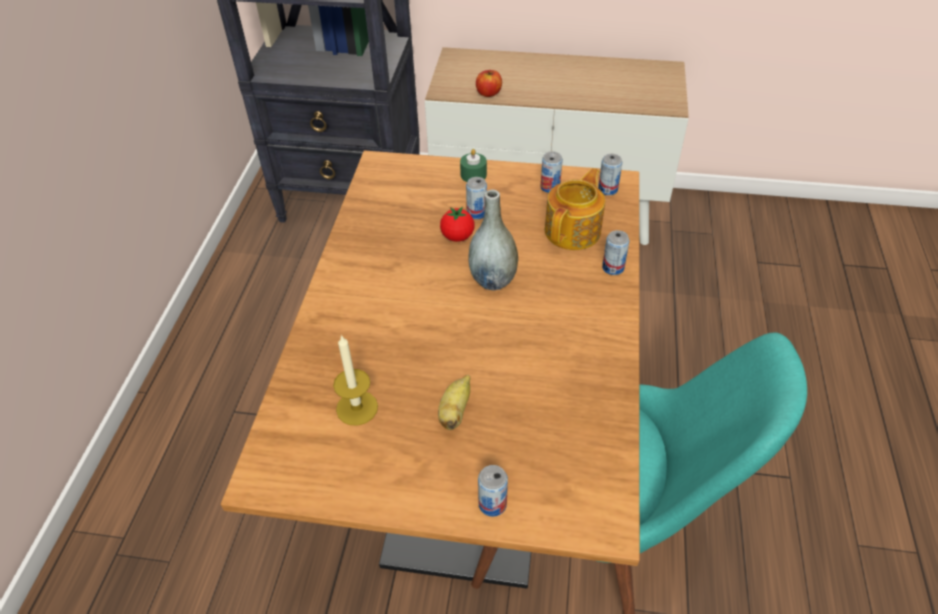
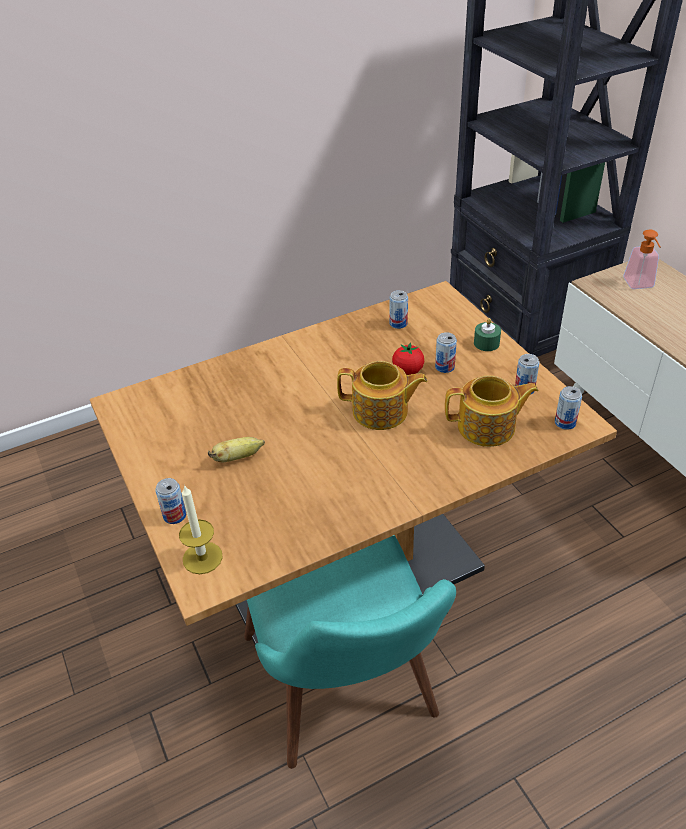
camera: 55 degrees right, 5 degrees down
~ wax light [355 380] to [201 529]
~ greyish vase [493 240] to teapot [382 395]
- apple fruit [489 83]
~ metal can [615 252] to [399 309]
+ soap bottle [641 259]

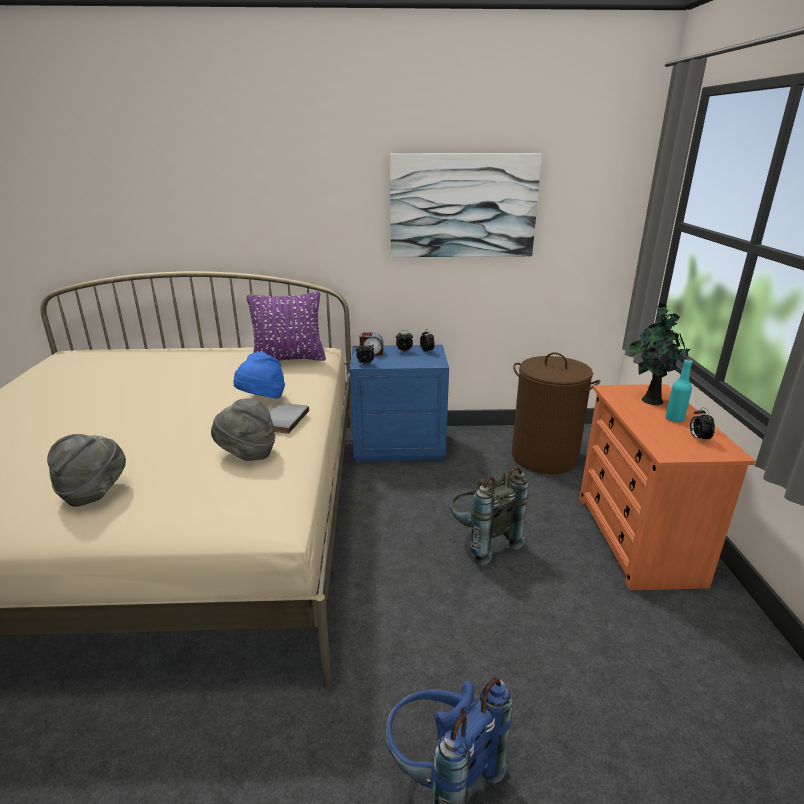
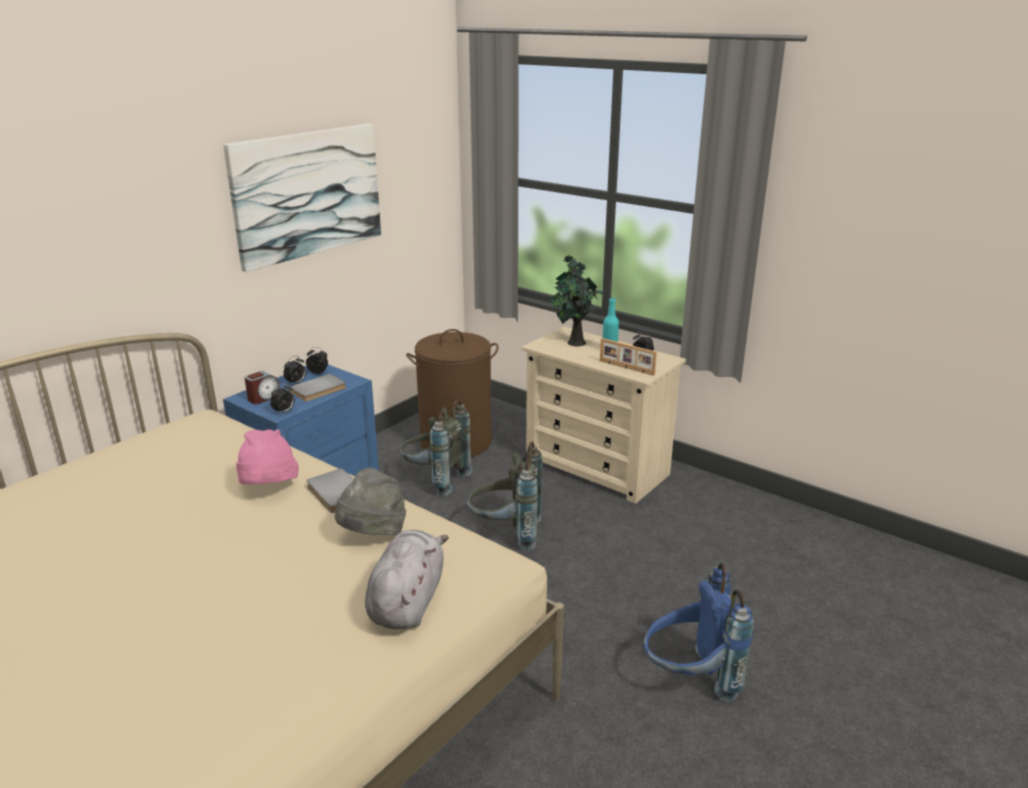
camera: 50 degrees left, 0 degrees up
- greyish clothing hat [86 470]
~ blue clothing hat [259 375] to pinkish clothing hat [267 456]
- purplish pillow [286 326]
~ orange drawer chest [667 487] to sand-coloured drawer chest [603 415]
+ greyish book [317 388]
+ greyish cuddly toy [407 579]
+ greyish rucksack [436 448]
+ photo frame [628 357]

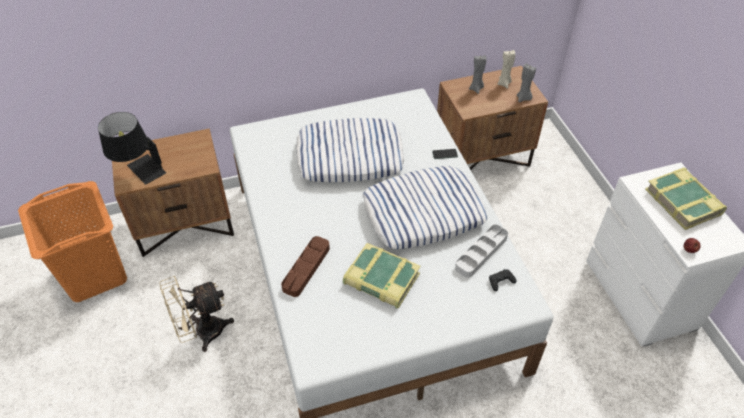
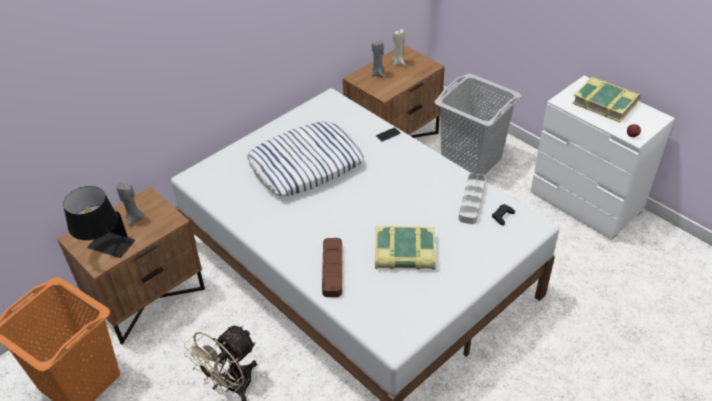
camera: 25 degrees left, 5 degrees down
- pillow [425 207]
~ greyish wax light [526 82] to [130 204]
+ greyish washing basket [477 125]

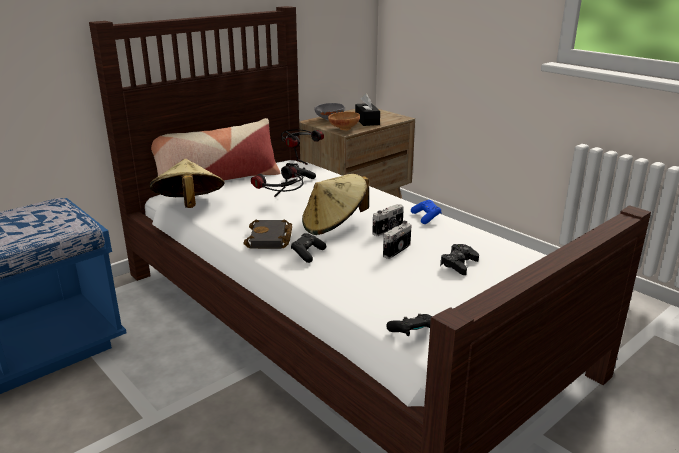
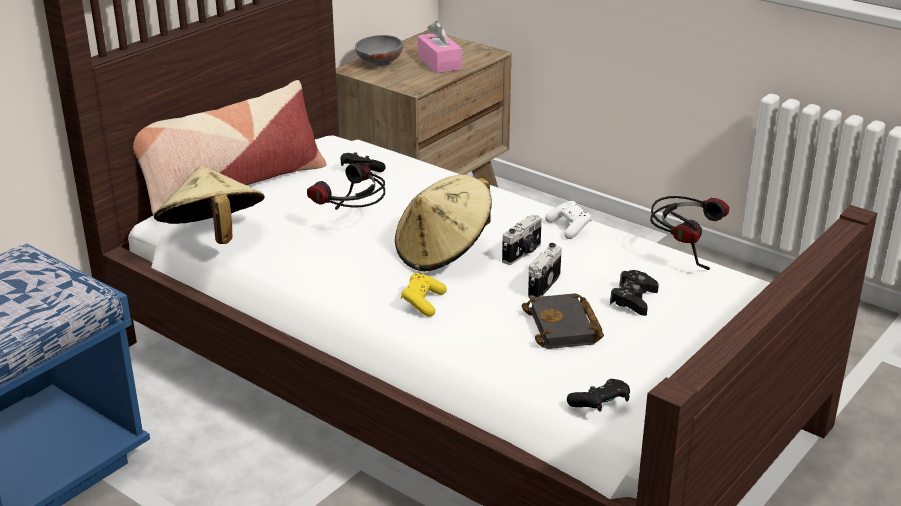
camera: 10 degrees left, 5 degrees up
~ blackish book [267 234] to [563 321]
~ headphones [302 147] to [689 233]
~ blackish gamepad [308 248] to yellow-coloured gamepad [424 295]
- brown deep dish [344 121]
~ blackish tissue holder [367 110] to pinkish tissue holder [440 47]
~ blue gamepad [426 212] to white gamepad [568 220]

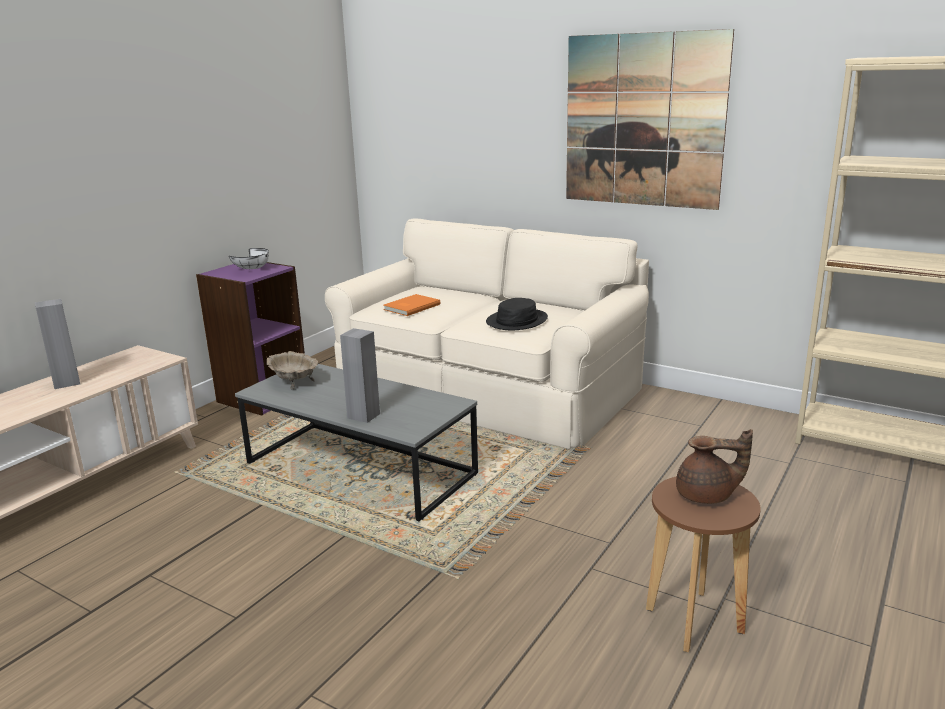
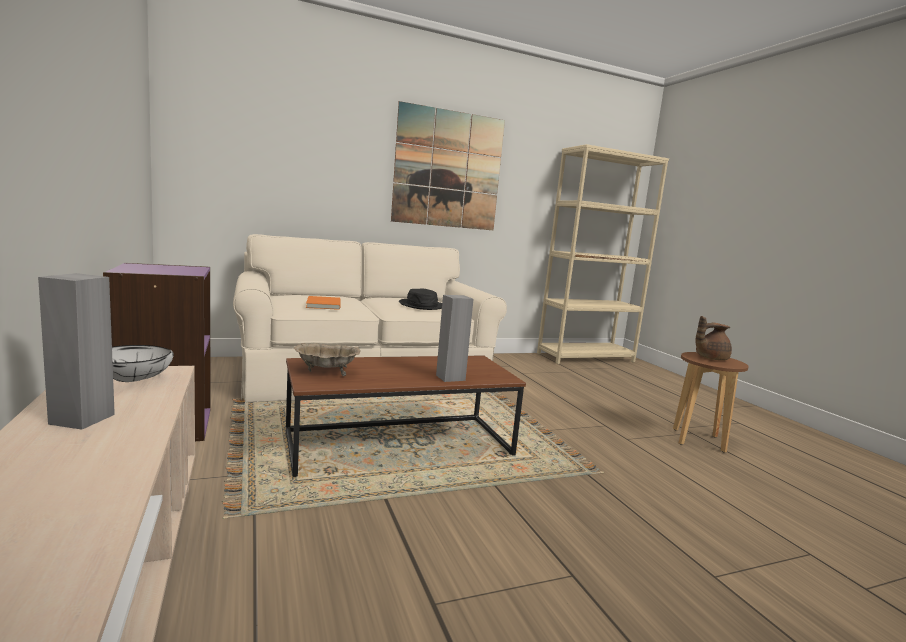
camera: 55 degrees left, 10 degrees down
~ white deep dish [249 258] to [143 363]
~ greyish low table [356 442] to brown low table [406 416]
~ brown teapot [714 466] = [714 338] 150 degrees counterclockwise

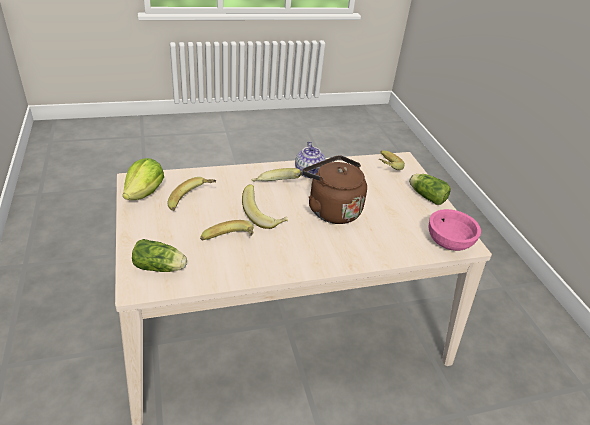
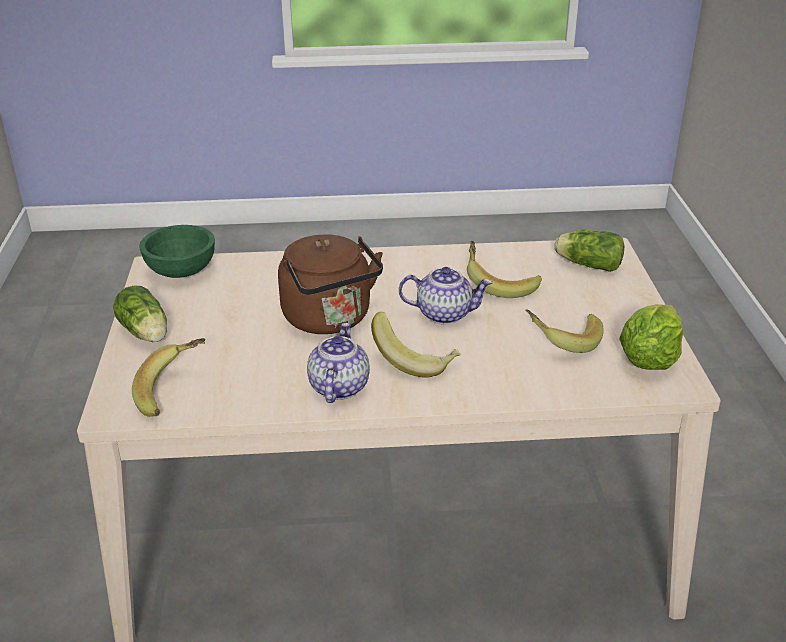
camera: 165 degrees left, 5 degrees down
~ banana [265 206] to teapot [446 295]
~ pinkish deep dish [454 230] to green-coloured deep dish [177 251]

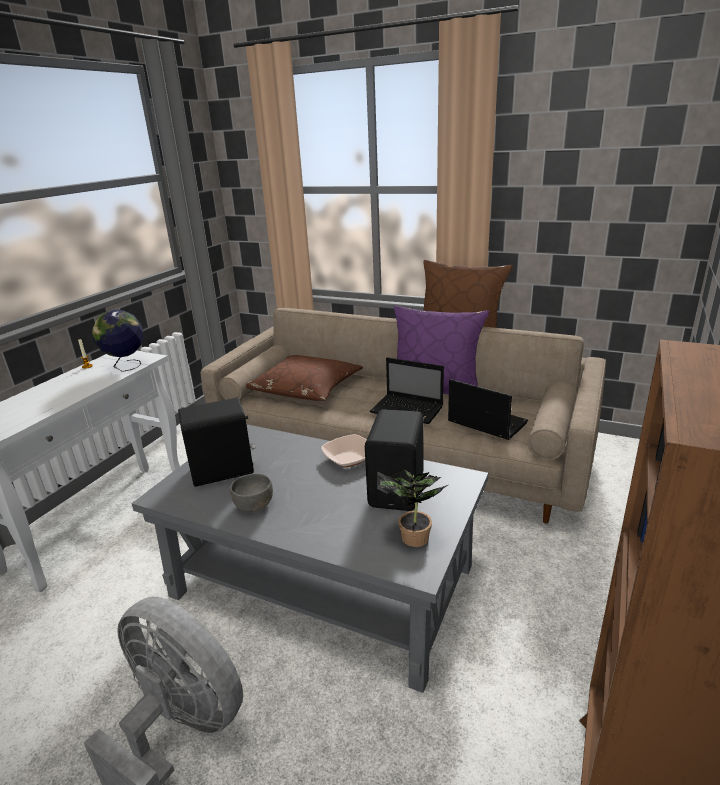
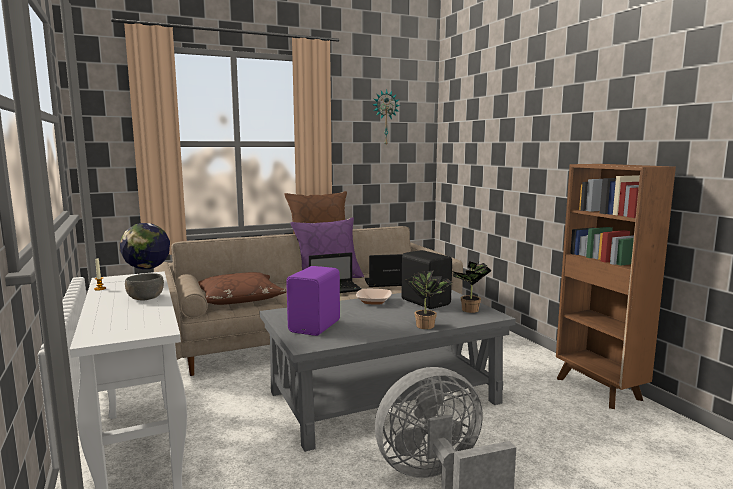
camera: 50 degrees left, 15 degrees down
~ blackish speaker [216 442] to purplish speaker [313 301]
~ greyish deep dish [251 493] to [144 287]
+ hanging clock [386 117]
+ houseplant [428 300]

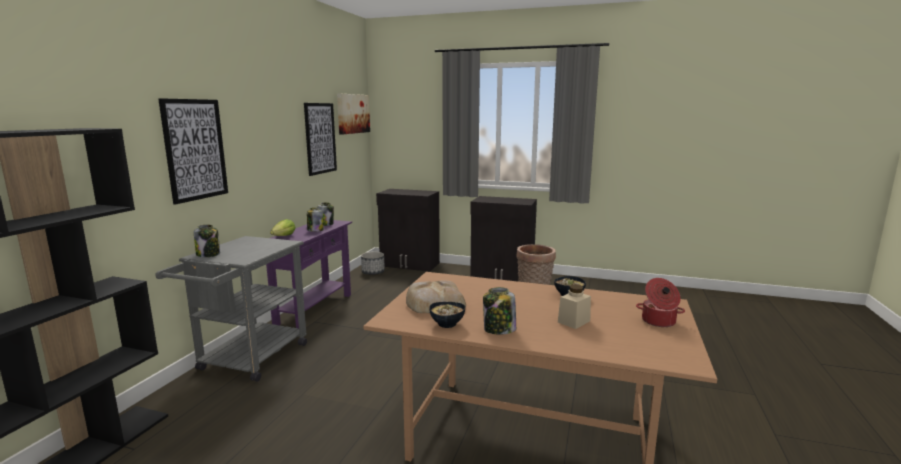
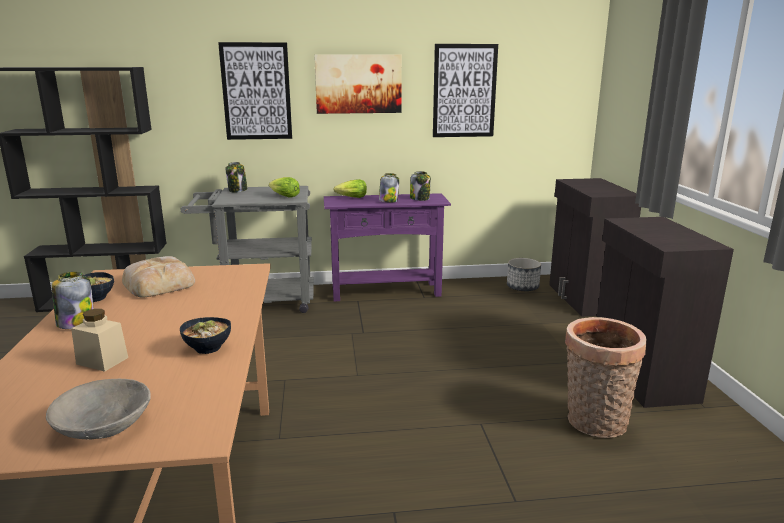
camera: 65 degrees right, 5 degrees up
~ wall picture [353 114] to [358 84]
~ cooking pot [660 302] to greyish deep dish [98 409]
+ lettuce head [284 187]

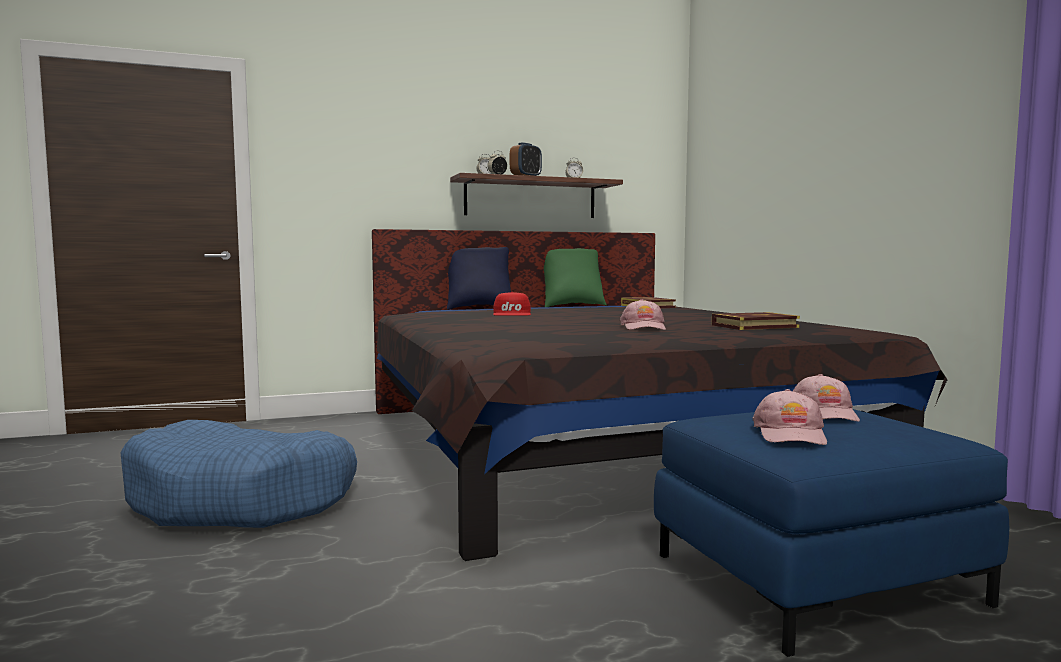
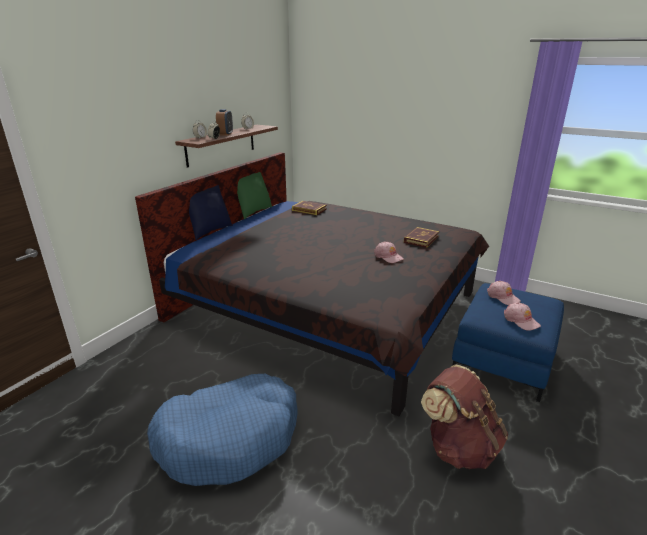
camera: 40 degrees left, 20 degrees up
- reddish peaked cap [512 304]
+ brown rucksack [464 416]

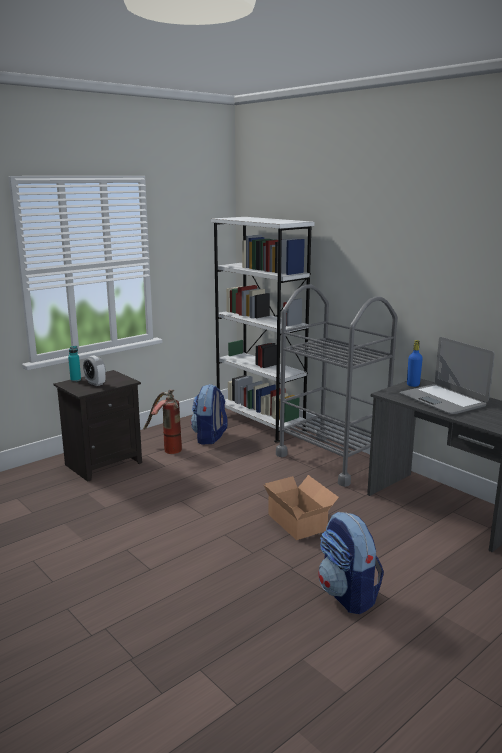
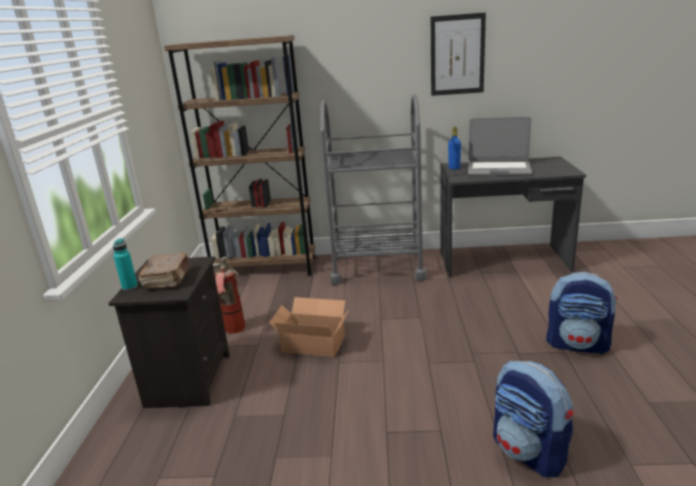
camera: 45 degrees left, 5 degrees up
~ alarm clock [94 370] to brown book [164 271]
~ rucksack [208 414] to [533 418]
~ white shelving unit [263 330] to brown shelving unit [240 155]
~ carton [301 507] to [308 327]
+ wall picture [458 54]

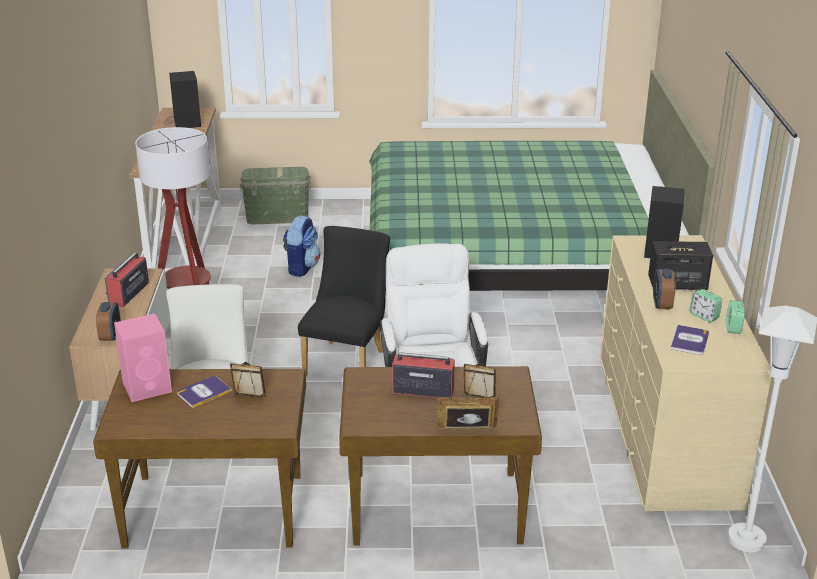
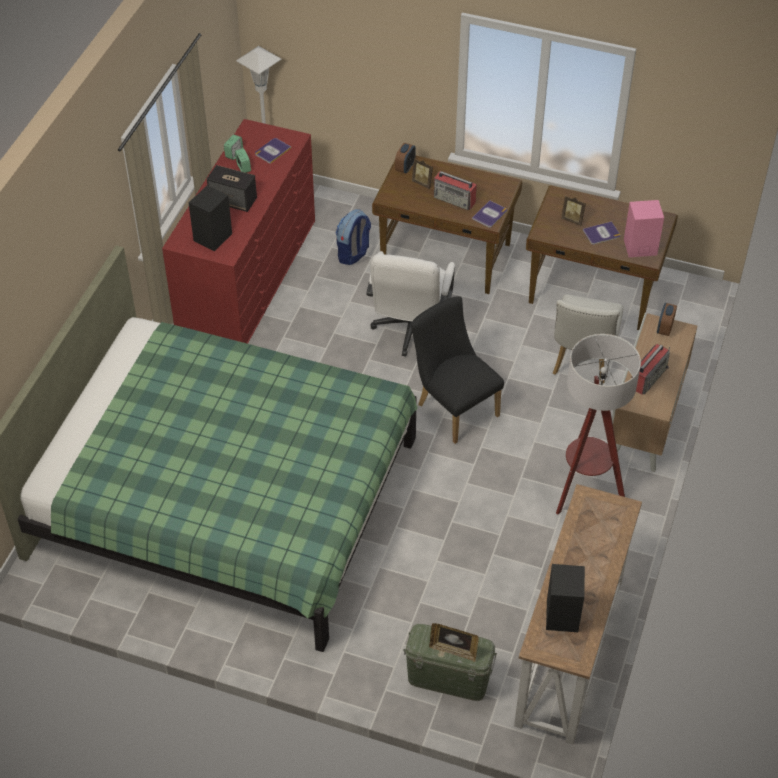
camera: 160 degrees left, 20 degrees up
~ rucksack [301 246] to [353 237]
~ blackish chair [344 301] = [457 370] 105 degrees clockwise
~ photo frame [468 413] to [454 642]
~ sand-coloured drawer chest [686 373] to reddish drawer chest [238 231]
~ alarm clock [664 289] to [405 158]
+ book [489 214]

